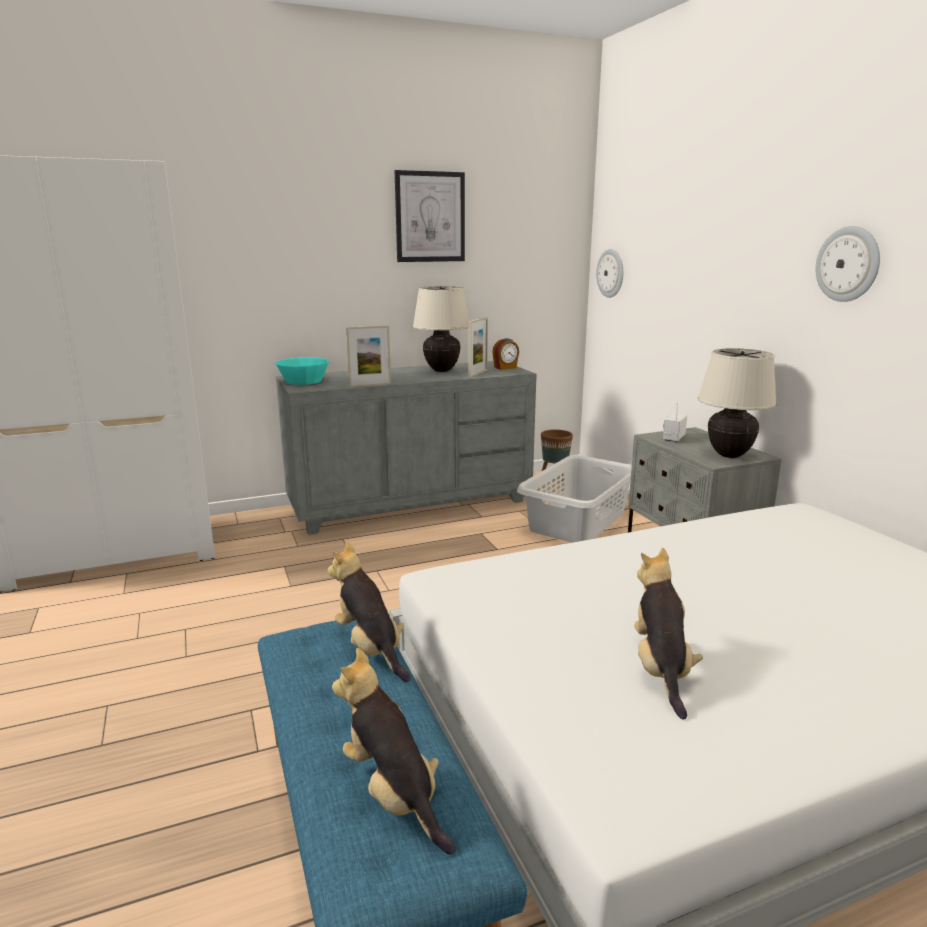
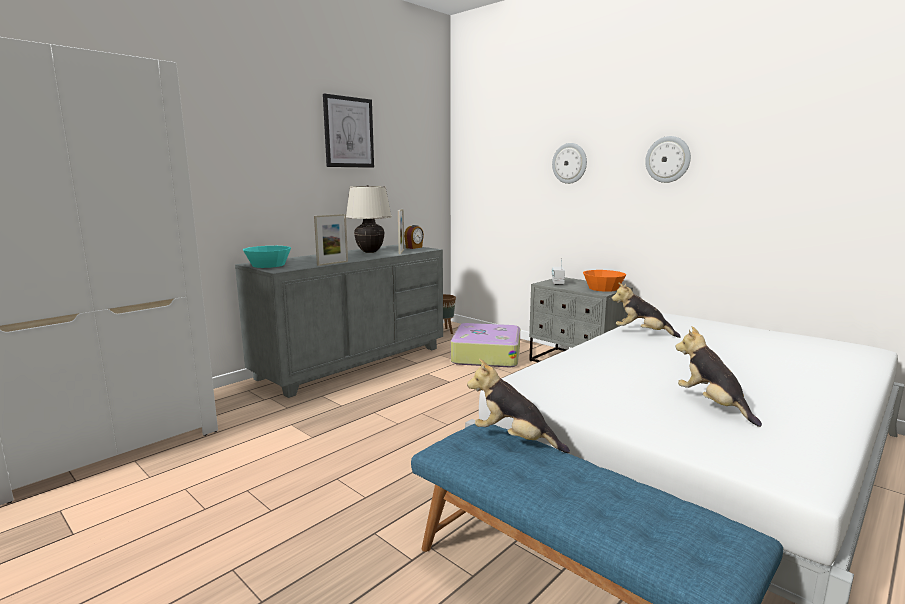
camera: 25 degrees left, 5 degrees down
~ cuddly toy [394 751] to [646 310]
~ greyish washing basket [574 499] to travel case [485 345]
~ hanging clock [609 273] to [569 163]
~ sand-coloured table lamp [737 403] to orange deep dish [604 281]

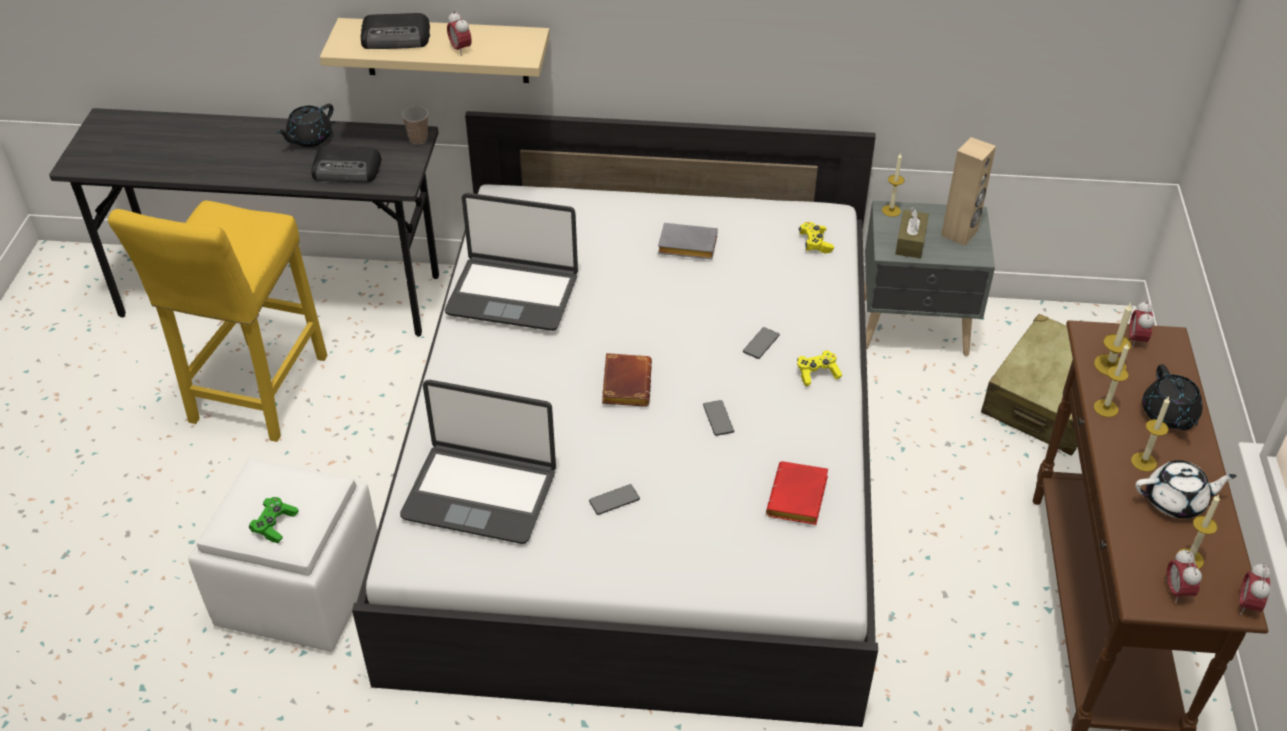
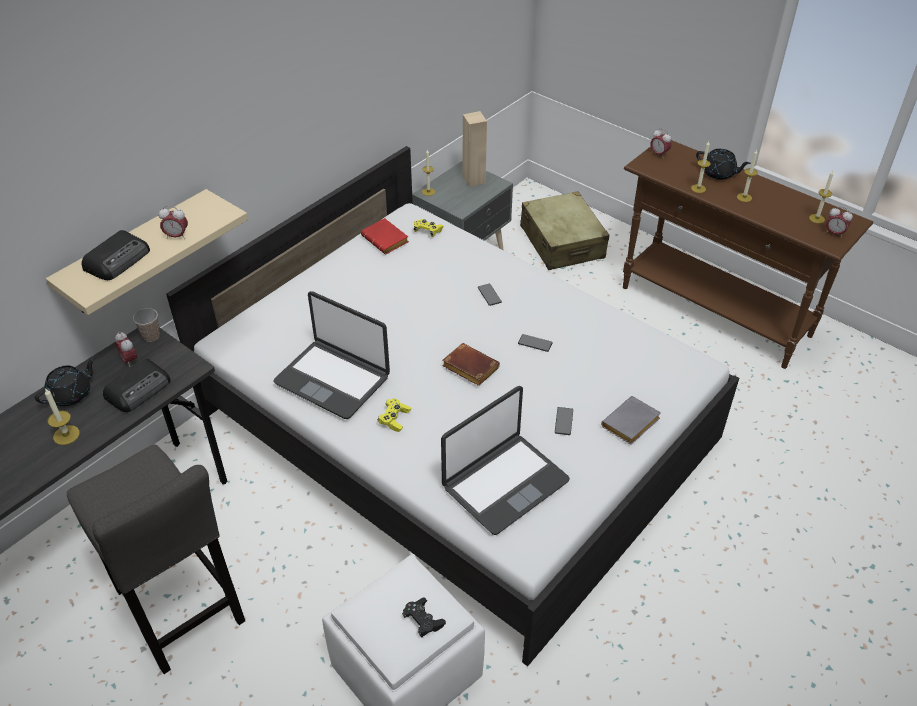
camera: 55 degrees left, 0 degrees up
~ yellow-coloured stool seat [217 321] to greyish stool seat [156 559]
~ green-coloured gamepad [274 520] to blackish gamepad [424 617]
~ blackish teapot [305 125] = [65 381] 120 degrees counterclockwise
~ laptop [511 262] = [331 355] 75 degrees clockwise
~ greyish book [688 241] to [631 420]
~ reddish book [797 493] to [385 236]
~ yellow-coloured gamepad [819 368] to [394 415]
- brown tissue holder [912 233]
~ wax light [1113 339] to [62 416]
- white teapot [1186 489]
~ alarm clock [1255 589] to [126 349]

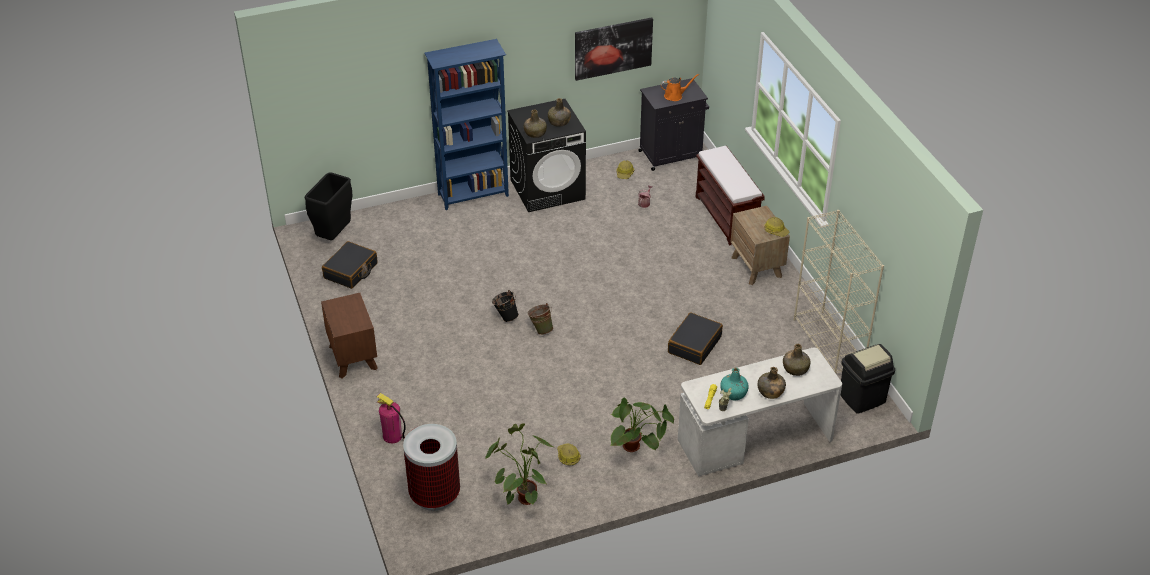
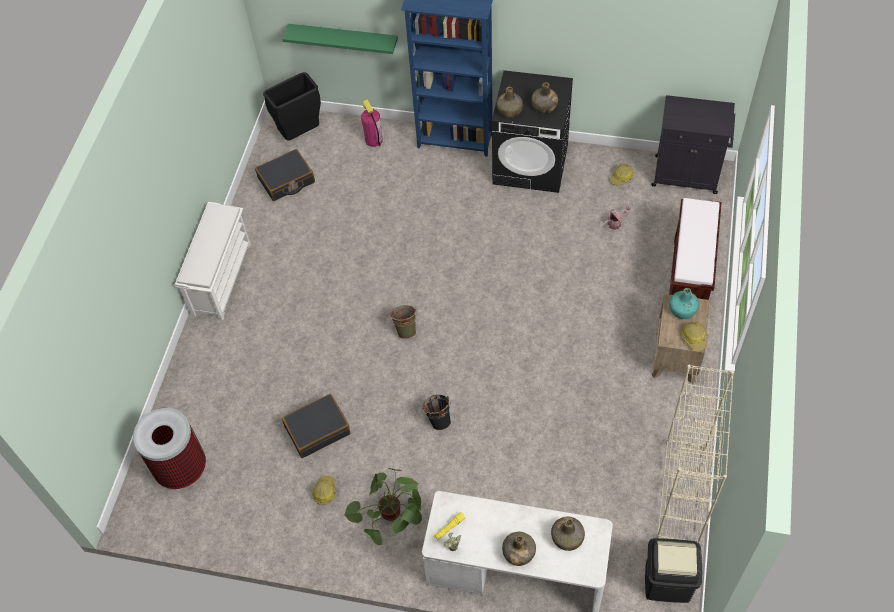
camera: 35 degrees right, 15 degrees up
~ brown night table [349 336] to white shoe shelf [213 261]
~ extinguisher [391 418] to [372 123]
- houseplant [519 464]
~ blackish bucket [505 306] to [436 412]
- wall picture [614 49]
- orange sprinkling can [680 87]
~ blackish travel case [695 338] to [316 426]
~ blue-green beverage bottle [734 384] to [684 303]
+ green-coloured wall shelf [340 39]

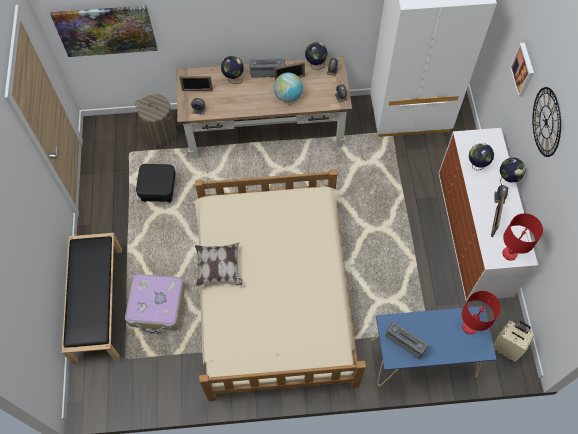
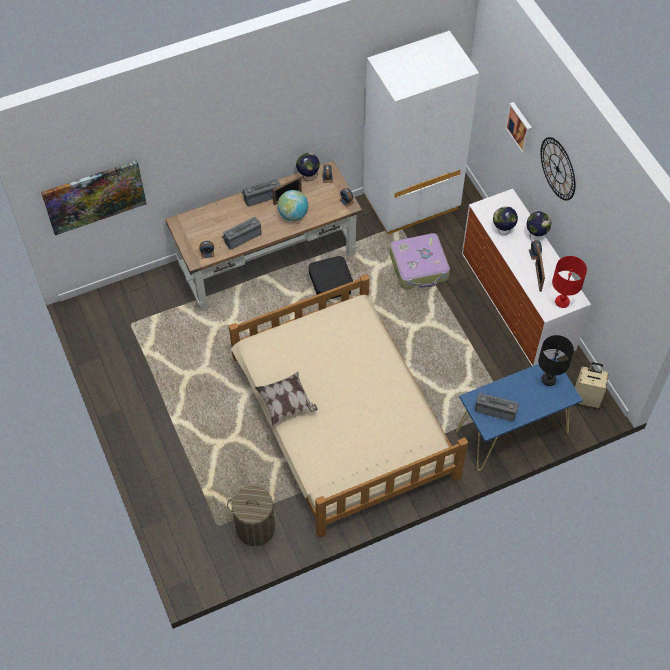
camera: 20 degrees left, 5 degrees down
- blackish indoor bench [92 298]
~ travel case [155 304] to [419 261]
~ washing basket [156 120] to [252 516]
~ blackish ottoman [156 183] to [331 278]
- photo frame [196 83]
- desk globe [232 70]
~ reddish table lamp [481 312] to blackish table lamp [556 360]
+ radio set [242 233]

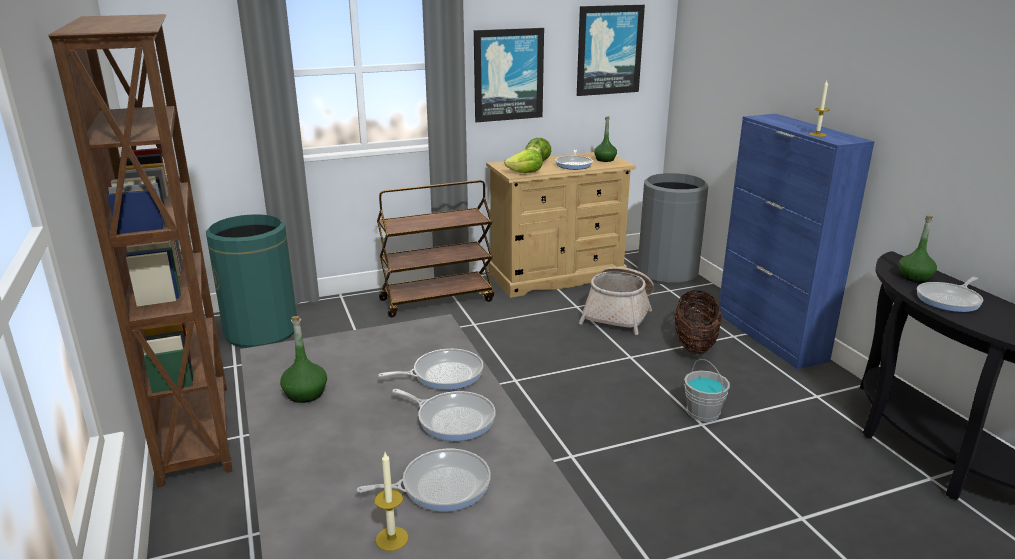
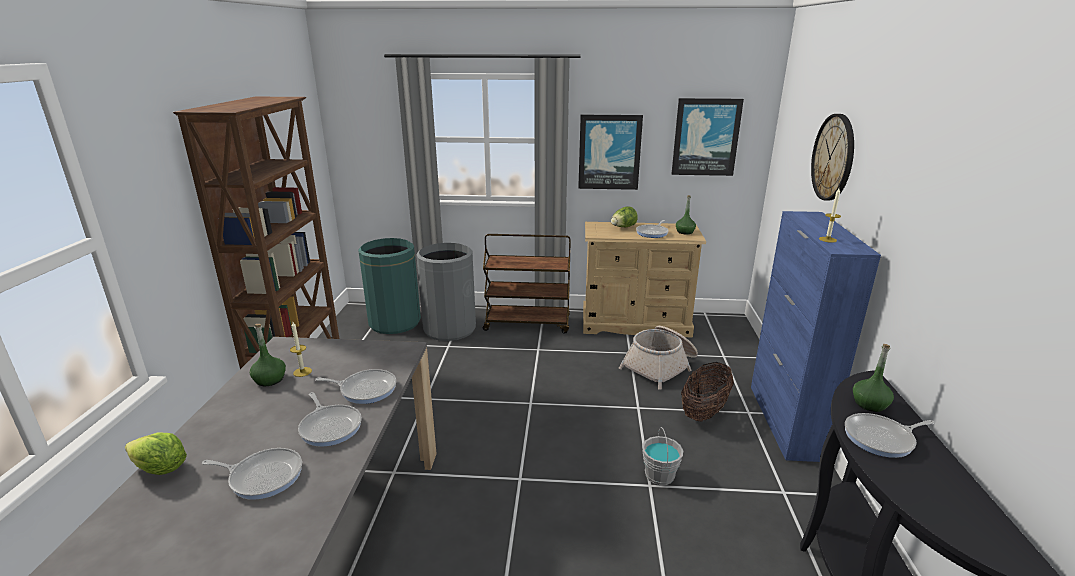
camera: 25 degrees right, 0 degrees up
~ wax light [391 501] to [301 349]
~ lettuce head [523 161] to [156 453]
~ greyish rubbish bin [672 229] to [446 292]
+ hanging clock [832 157]

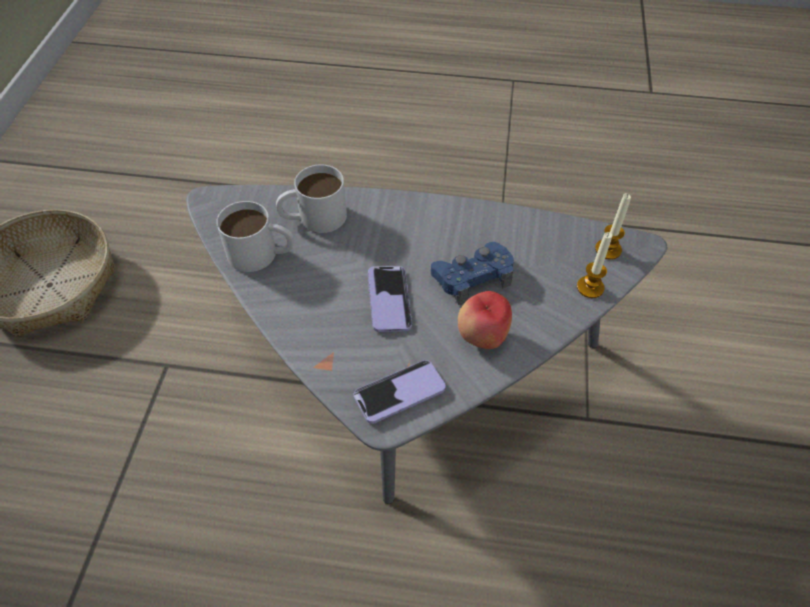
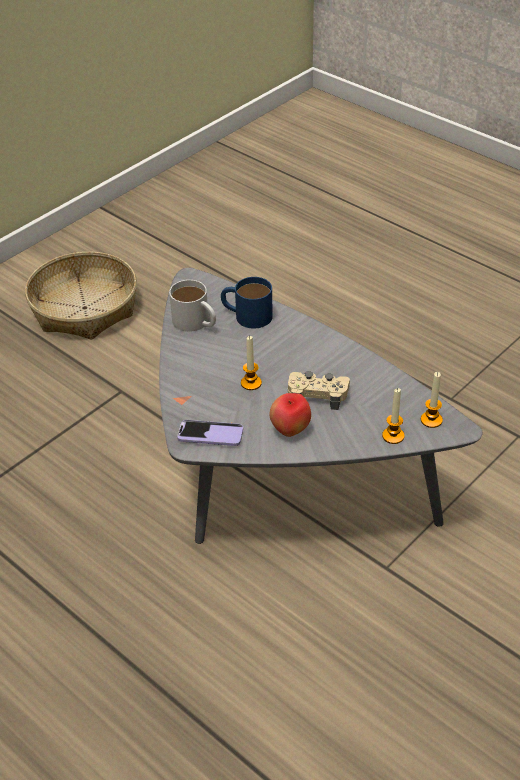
camera: 35 degrees right, 10 degrees down
~ white tea mug [311 198] to blue tea mug [247 303]
~ phone [390 299] to wax light [251 363]
~ blue gamepad [472 273] to sand-coloured gamepad [319 390]

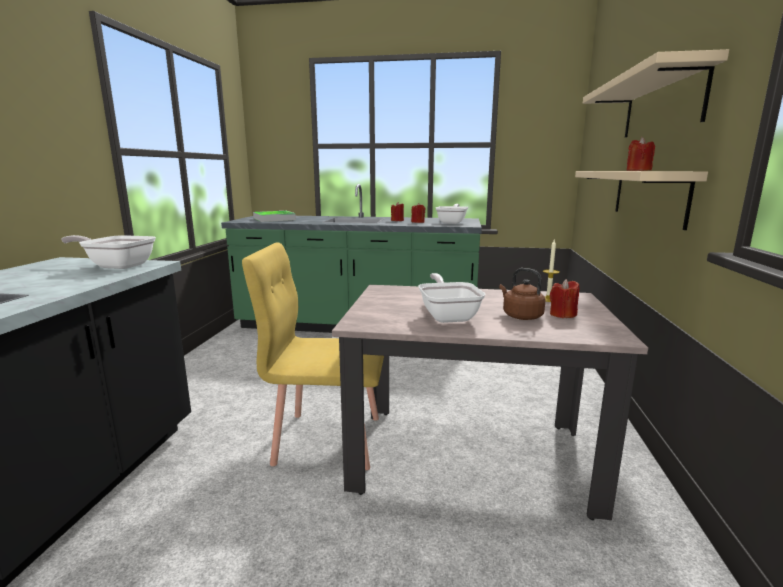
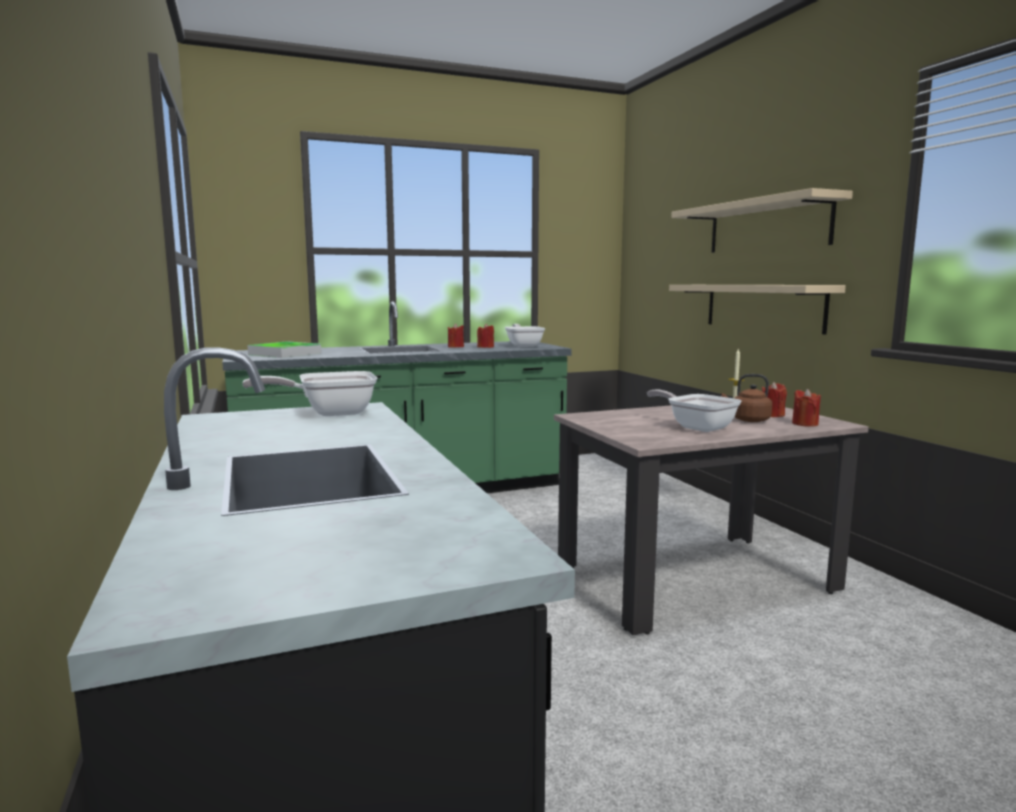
camera: 30 degrees left, 5 degrees down
- yellow-coloured chair [313 356]
~ reddish wax light [640 154] to [806 408]

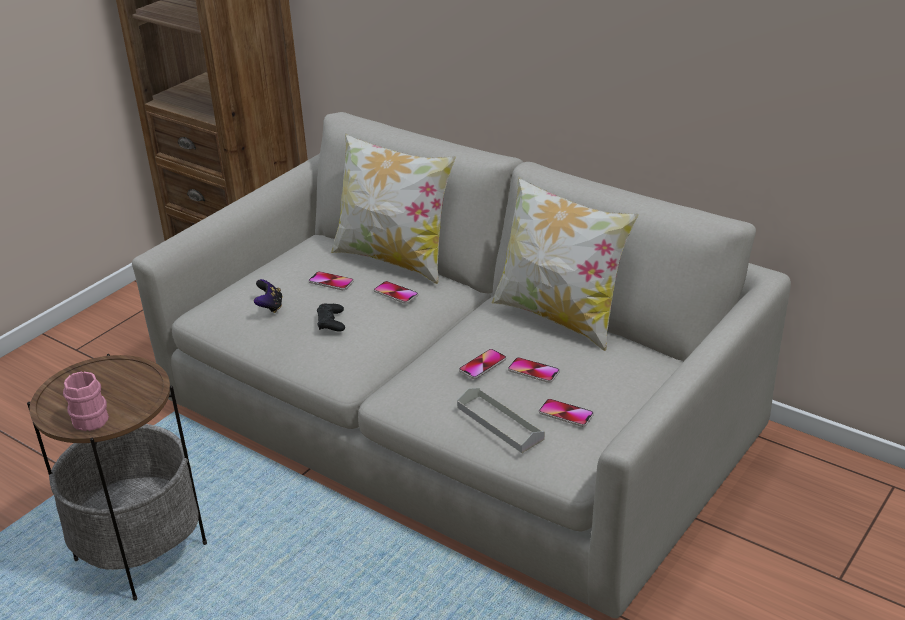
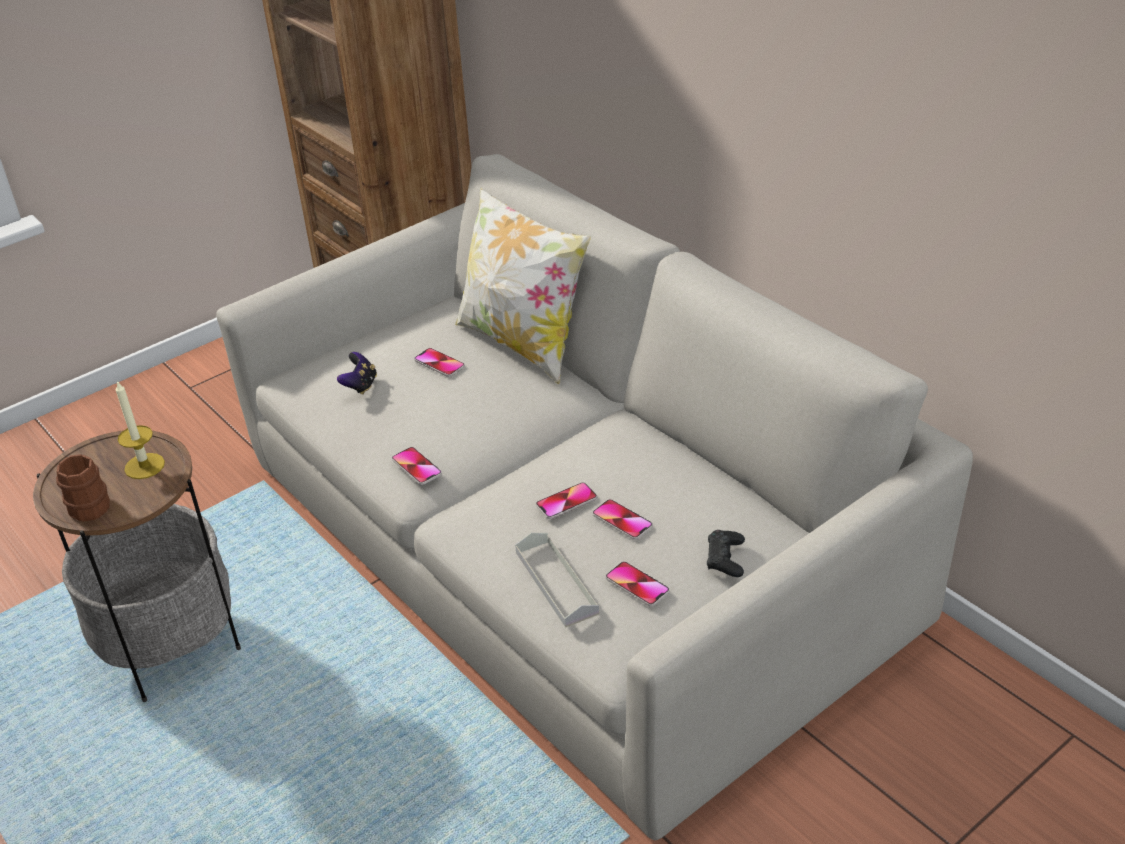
camera: 15 degrees right, 5 degrees up
~ pinkish tea mug [86 401] to brown tea mug [83 488]
~ blackish gamepad [331 317] to [726 553]
~ phone [396 292] to [417 466]
- pillow [565 264]
+ wax light [140 430]

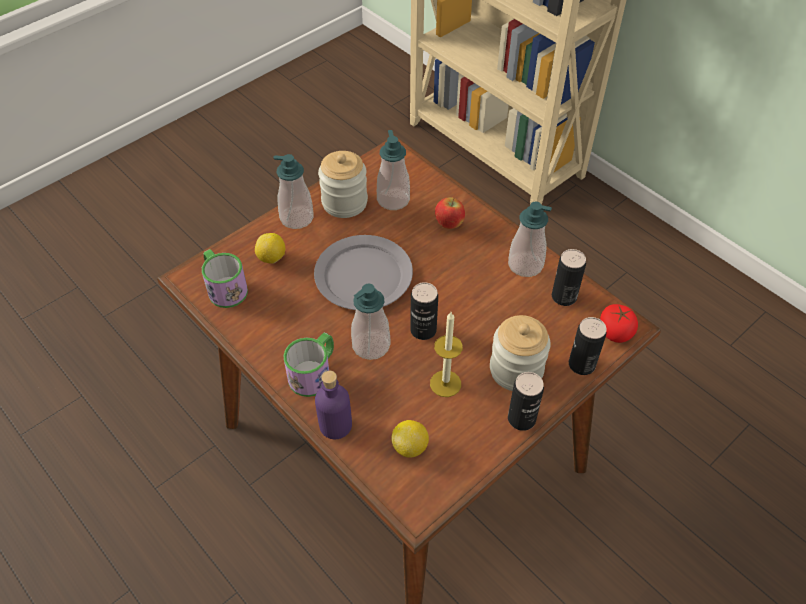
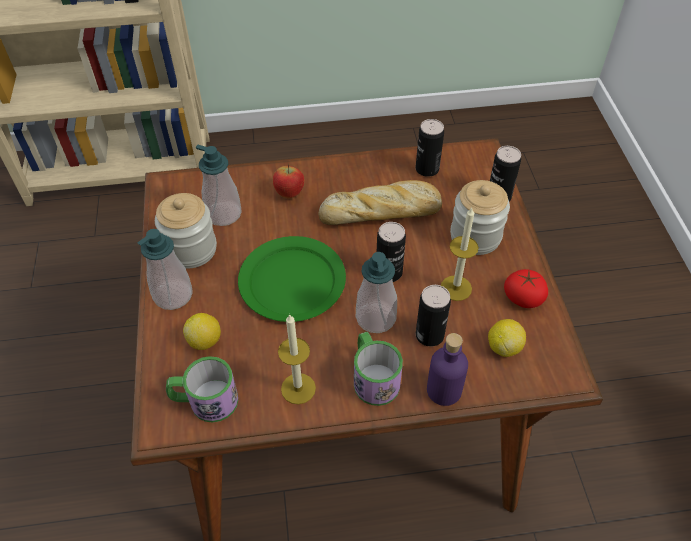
camera: 55 degrees left, 0 degrees up
~ greyish dinner plate [363 272] to green-coloured dinner plate [292 279]
- soap bottle [530 239]
~ metal can [526 401] to [433 316]
~ fresh tomato [619 323] to [526 288]
+ wax light [297 359]
+ bakery bread [380 202]

